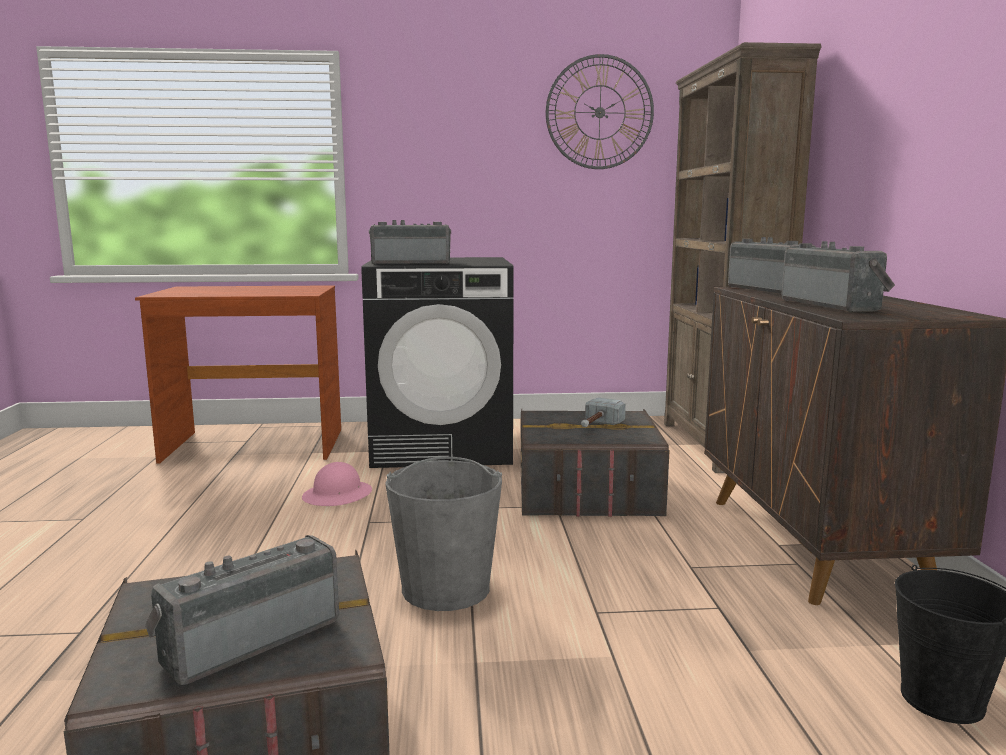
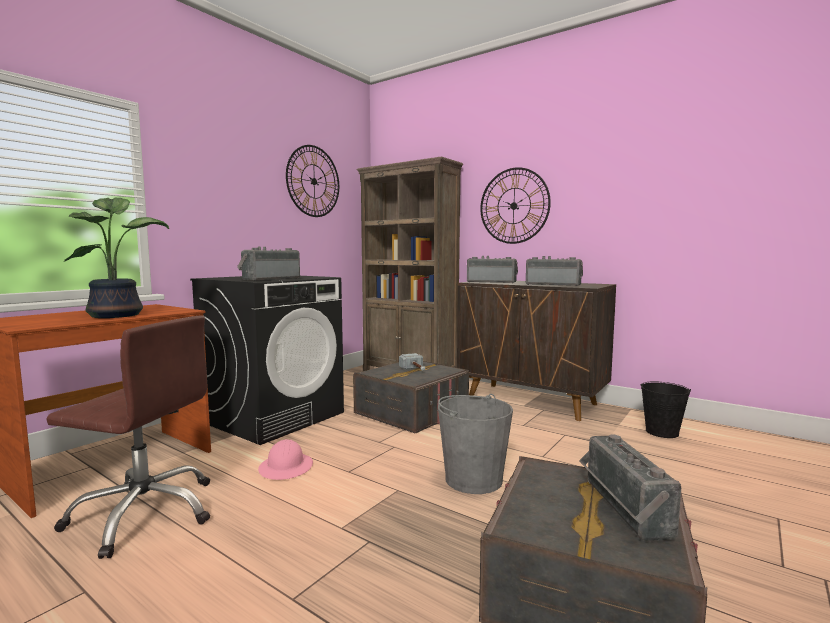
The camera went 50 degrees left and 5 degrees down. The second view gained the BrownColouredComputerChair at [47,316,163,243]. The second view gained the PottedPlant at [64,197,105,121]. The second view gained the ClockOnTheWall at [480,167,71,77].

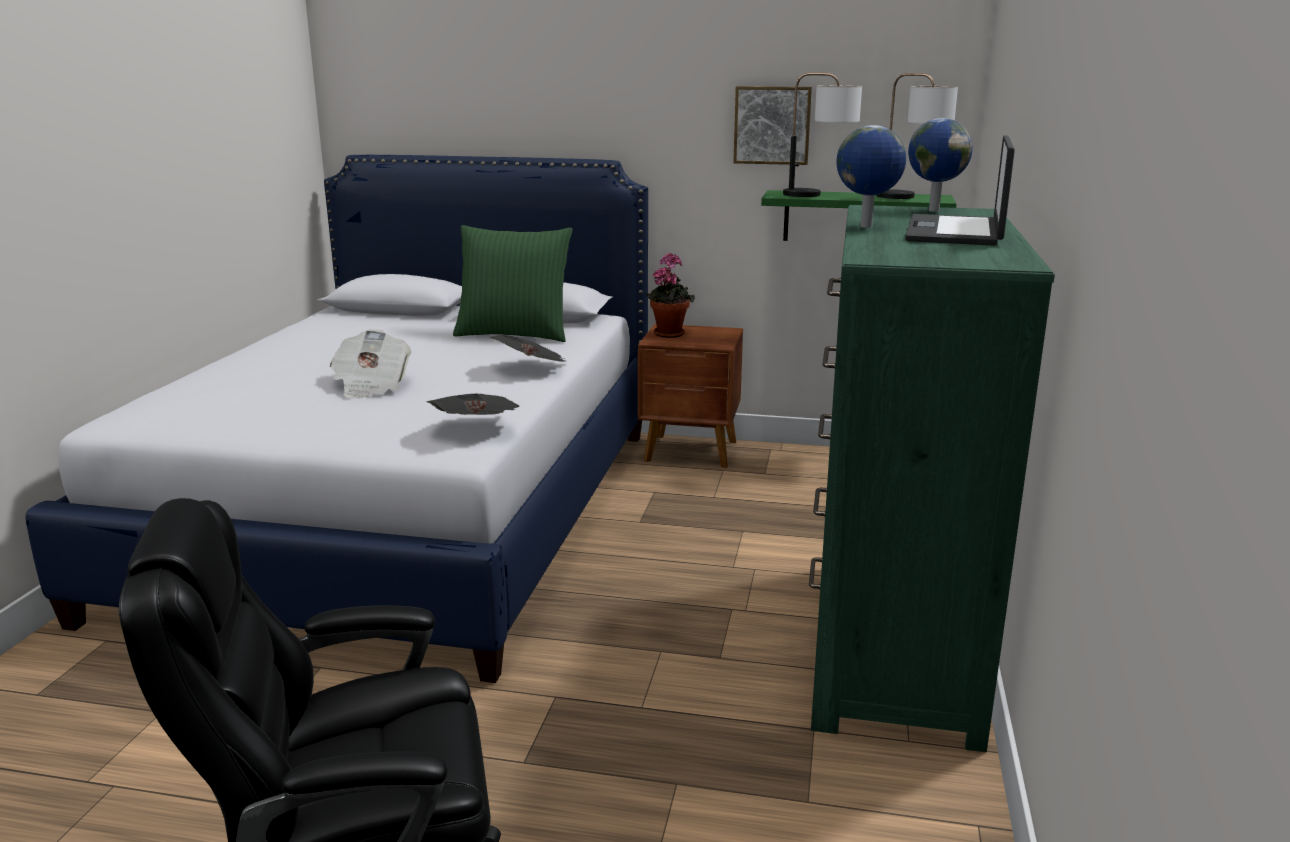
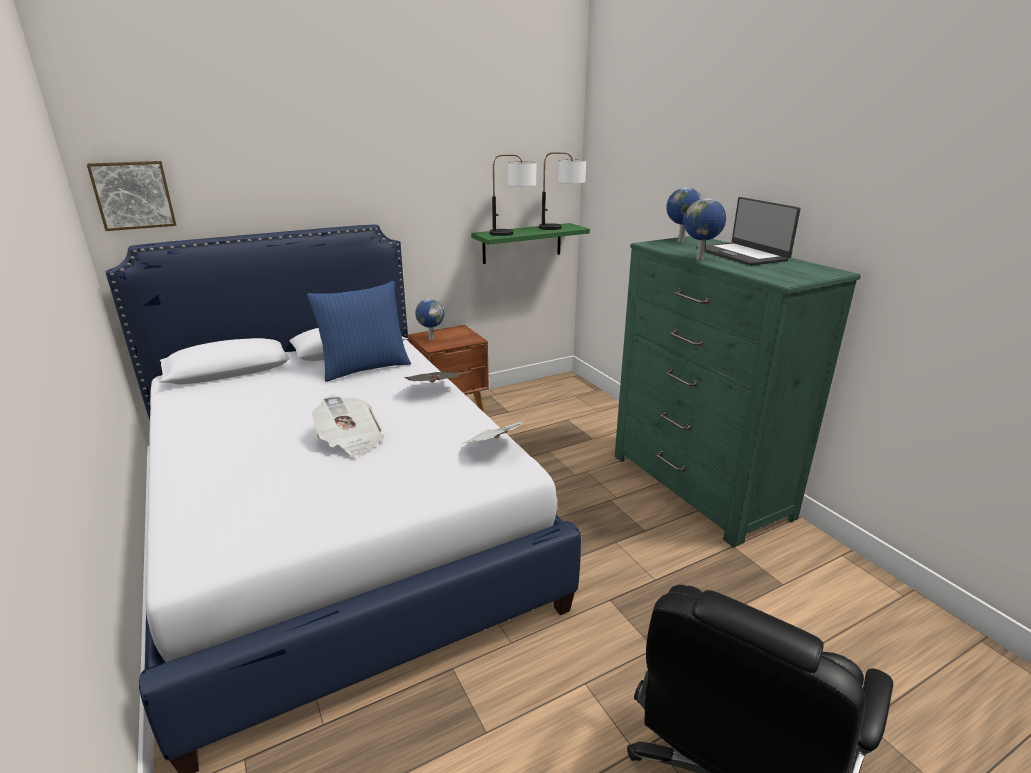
The camera went 40 degrees left and 5 degrees up. The WallArt ended up elsewhere, having gone from [733,86,79,79] to [87,161,89,70]. Where the PottedPlant stood at [646,253,49,85], the WorldGlobe came to stand at [415,299,29,41]. What was the GreenishCushion at [453,225,120,117] turned into the BluishCushion at [307,281,104,101].

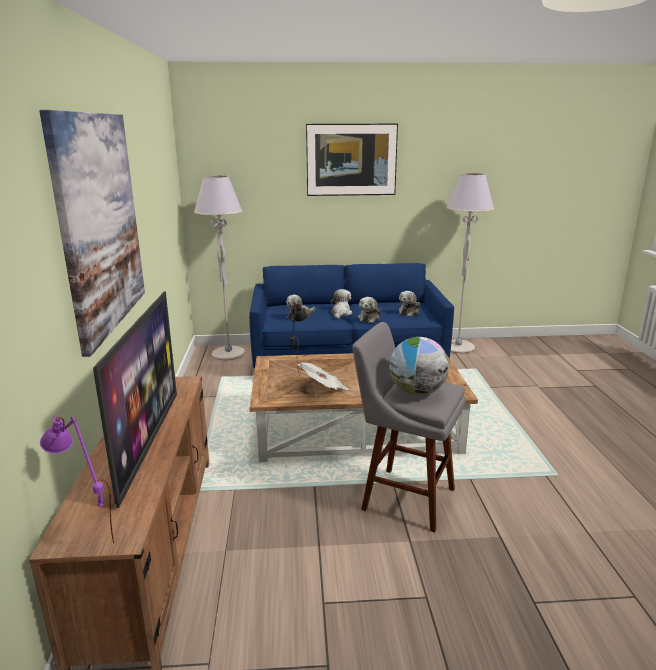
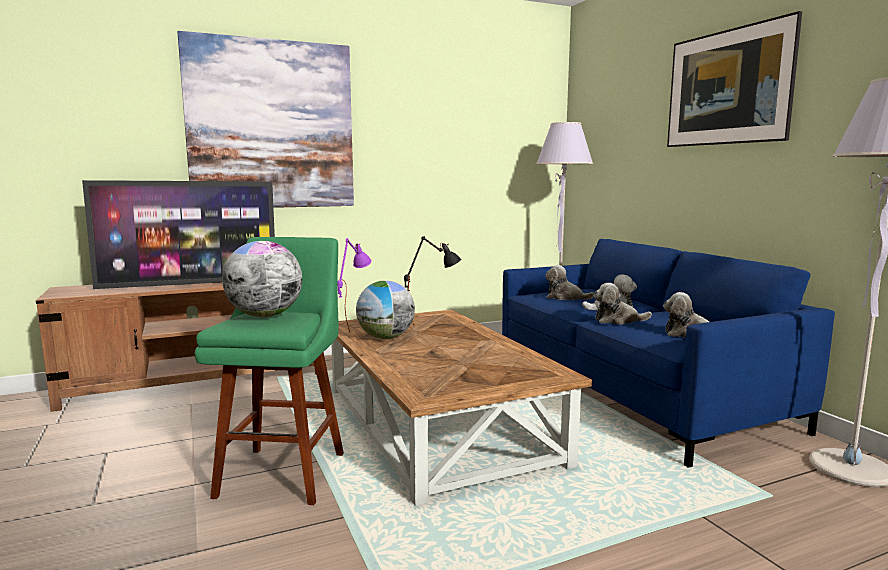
The camera went 70 degrees right and 10 degrees down. The PurplishTabletopLamp ended up elsewhere, having gone from [40,415,74,129] to [337,238,35,94]. Where the Newspaper stood at [297,362,52,28], the WorldGlobe came to stand at [356,280,59,59]. What was the GreyishSittingStool at [352,322,114,210] turned into the GreenishSittingStool at [195,237,149,268].

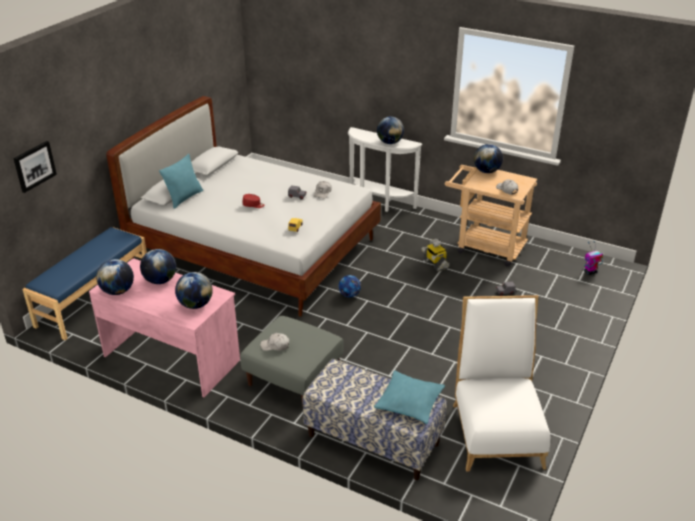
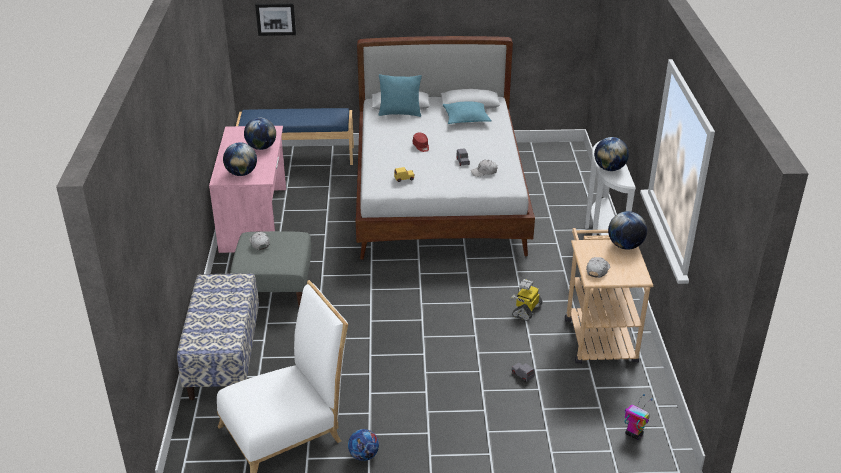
The camera went 60 degrees right and 0 degrees up. The second view lost the WorldGlobe at [96,259,38,36]. The BallForFootball ended up elsewhere, having gone from [339,275,22,23] to [348,429,31,32]. The TurquoiseColouredCushion ended up elsewhere, having gone from [374,370,71,54] to [443,101,48,23].

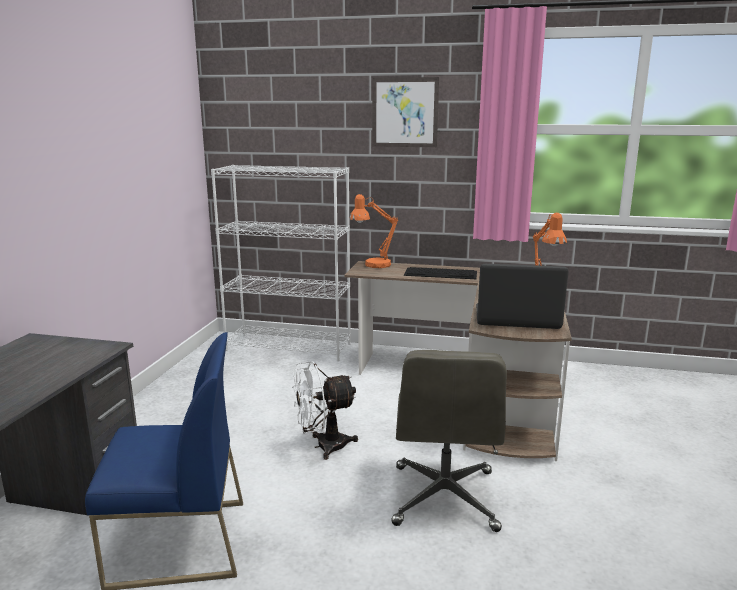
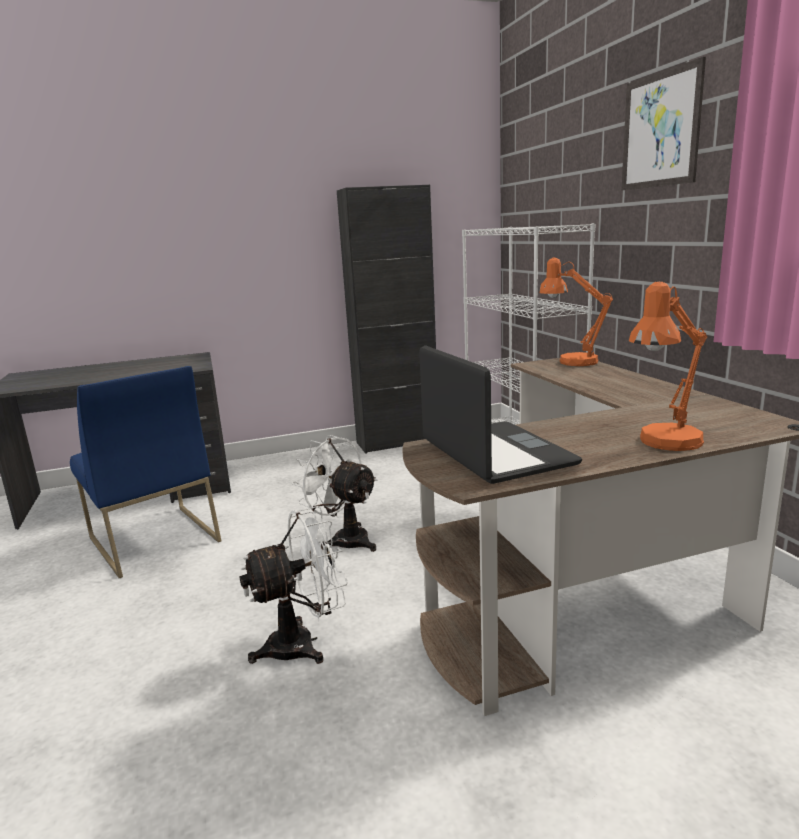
The camera went 60 degrees right and 0 degrees up. The second view lost the PcKeyboard at [404,267,73,12]. The second view gained the BlackStorageCabinet at [337,185,99,269]. Where the GreyishComputerChair stood at [391,350,116,182], the WhiteElectricFan came to stand at [239,506,109,158].

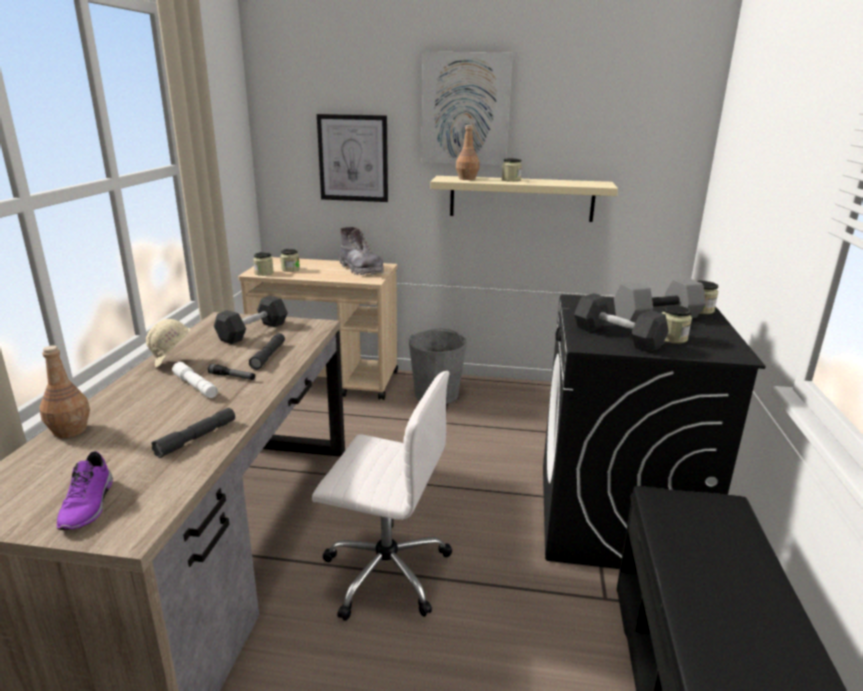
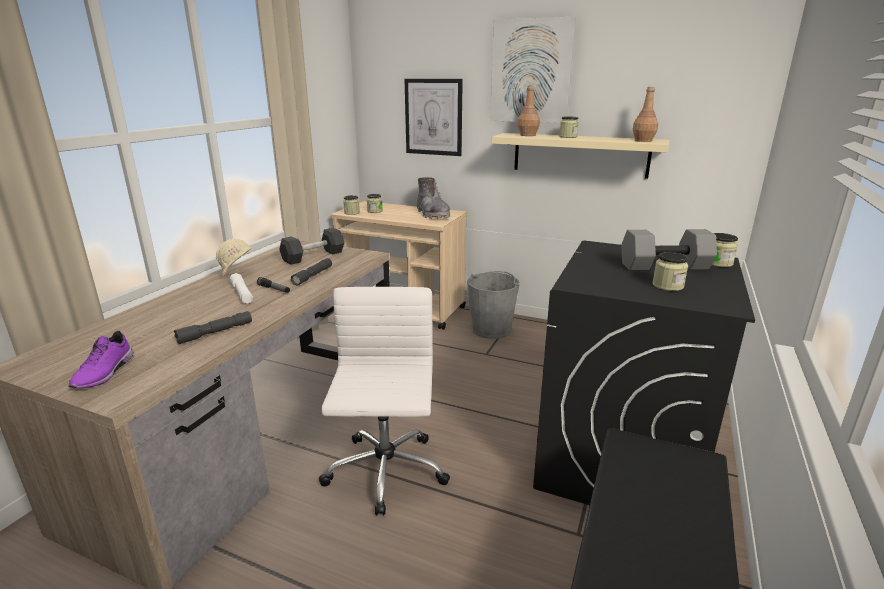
The camera went 15 degrees right and 0 degrees up. The second view lost the GreyishFreeWeight at [574,293,95,59]. The BrownColouredBottle ended up elsewhere, having gone from [40,345,50,93] to [633,86,25,56]. The WhiteComputerChair at [312,371,140,250] ended up facing another way, 120 degrees counterclockwise from before.

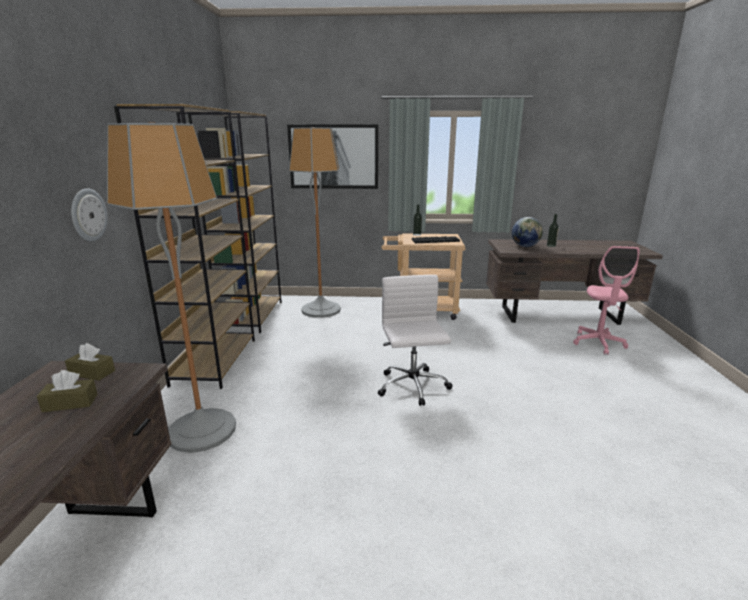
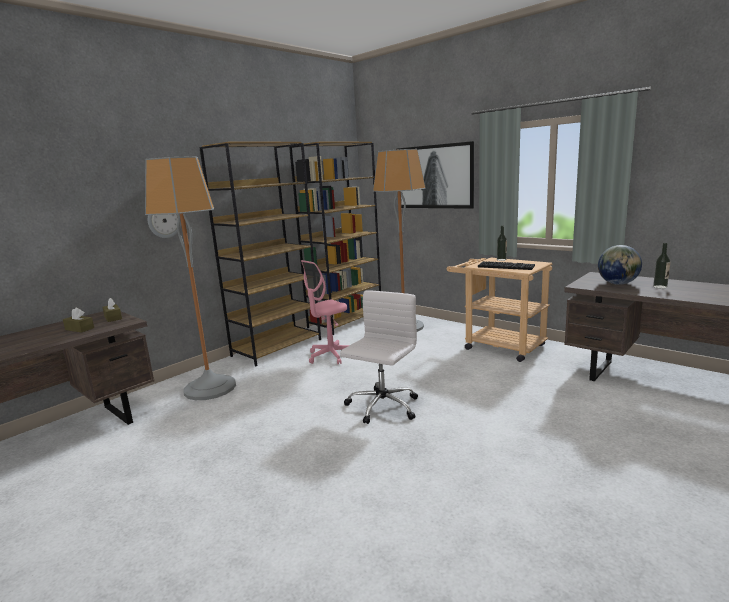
The camera went 40 degrees right and 5 degrees down. The PinkColouredComputerChair ended up elsewhere, having gone from [573,246,67,109] to [301,260,49,104].

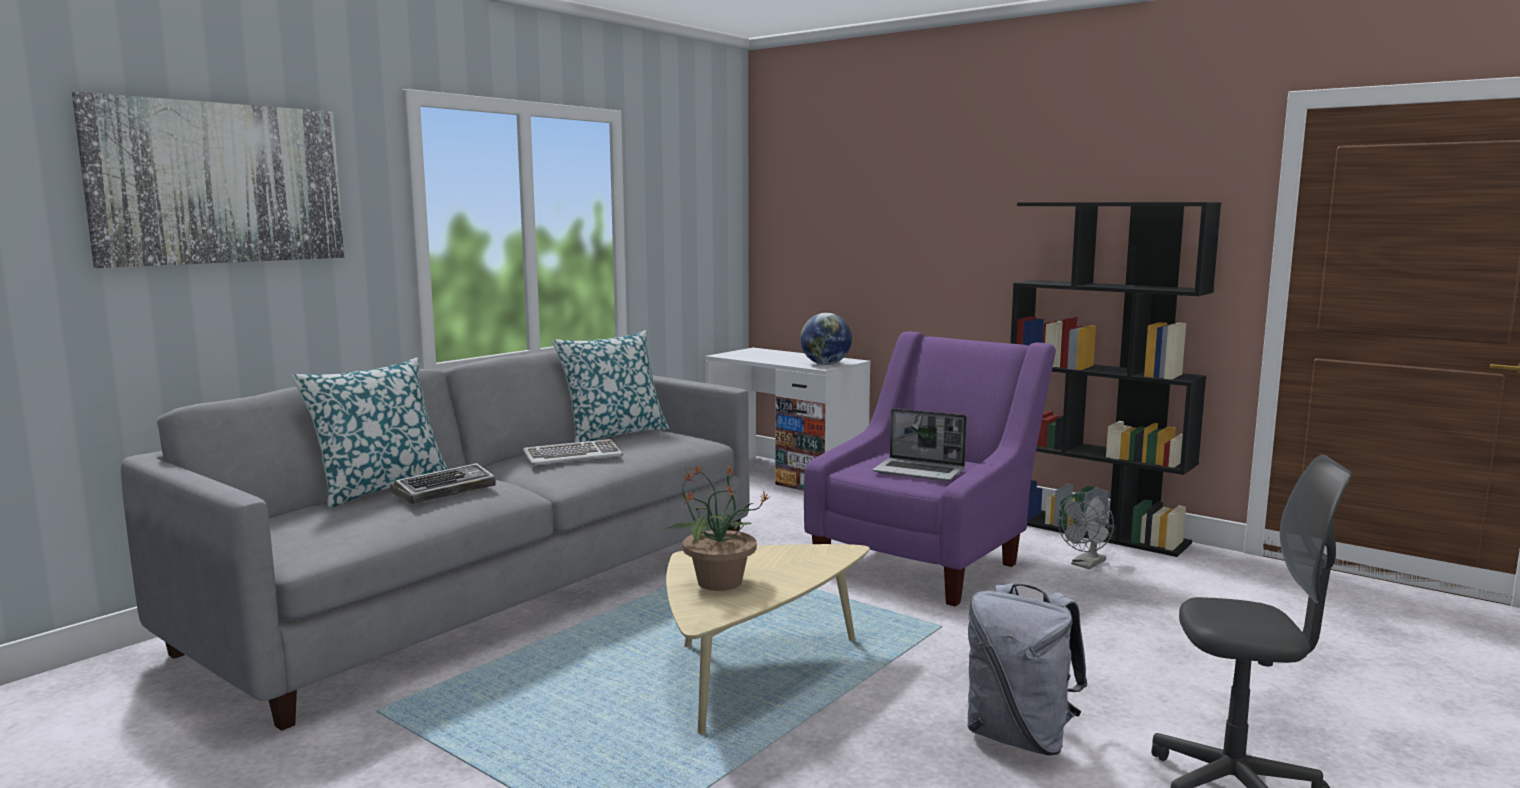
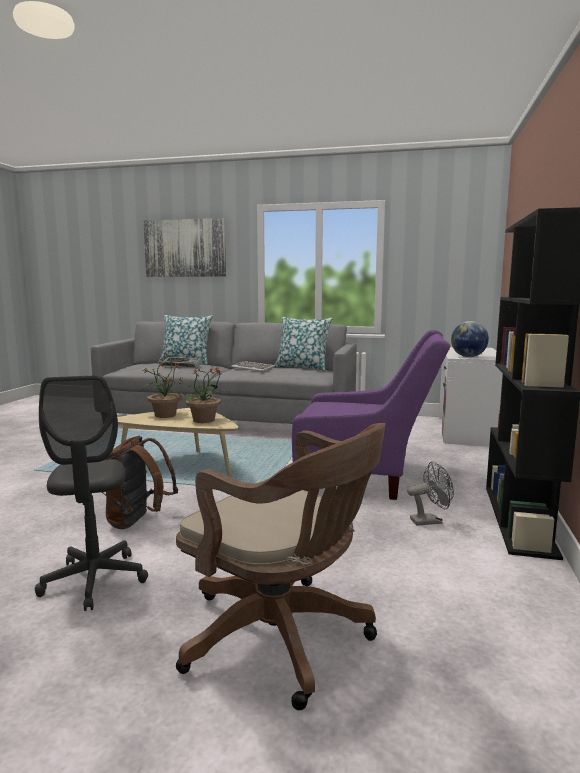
The camera went 65 degrees right and 0 degrees up. The second view lost the Laptop at [872,408,95,73]. The second view gained the BrownColouredComputerChair at [176,423,210,287]. The second view gained the PottedPlant at [179,367,51,56]. What was the GreyishBackpack at [967,583,120,173] turned into the BrownColouredBackpack at [105,436,73,93]. The GreyishElectricFan at [1057,492,57,77] ended up facing another way, 150 degrees clockwise from before.

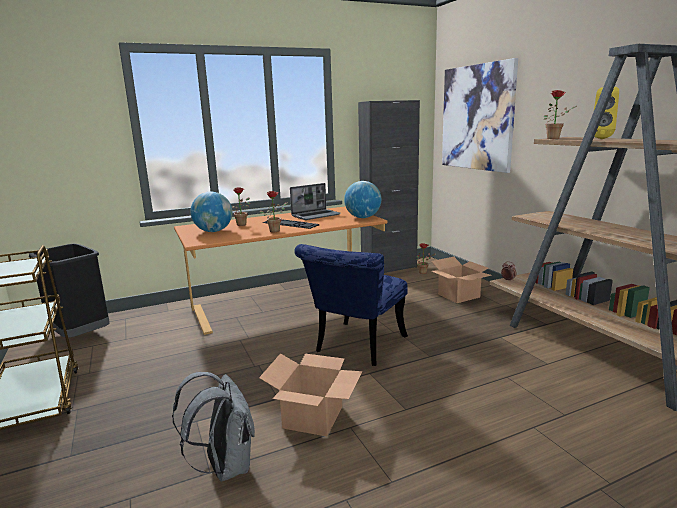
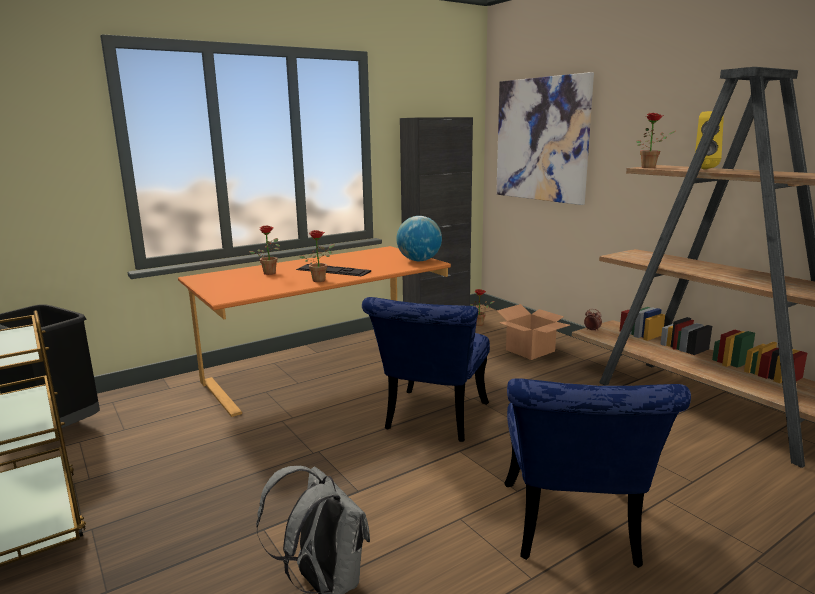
The camera went 10 degrees left and 0 degrees up. The second view lost the WorldGlobe at [191,192,41,40]. The second view lost the PackingBox at [259,353,104,84]. The second view lost the Laptop at [290,183,51,37]. The second view gained the BluishPlainChair at [504,378,187,190].

